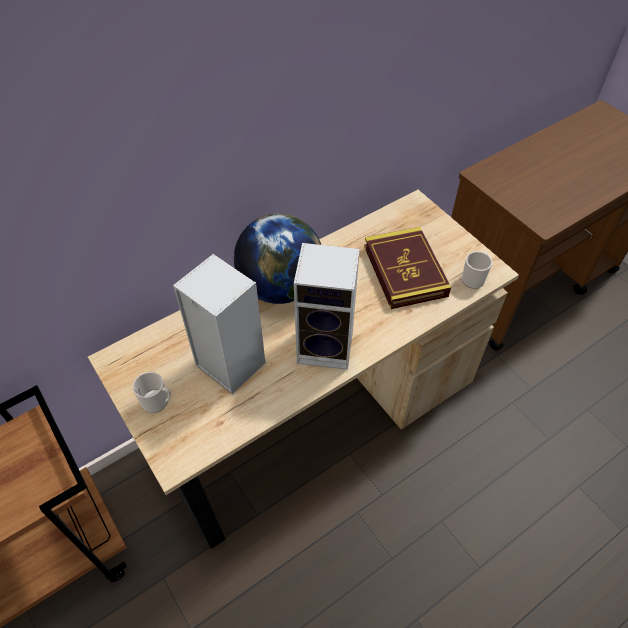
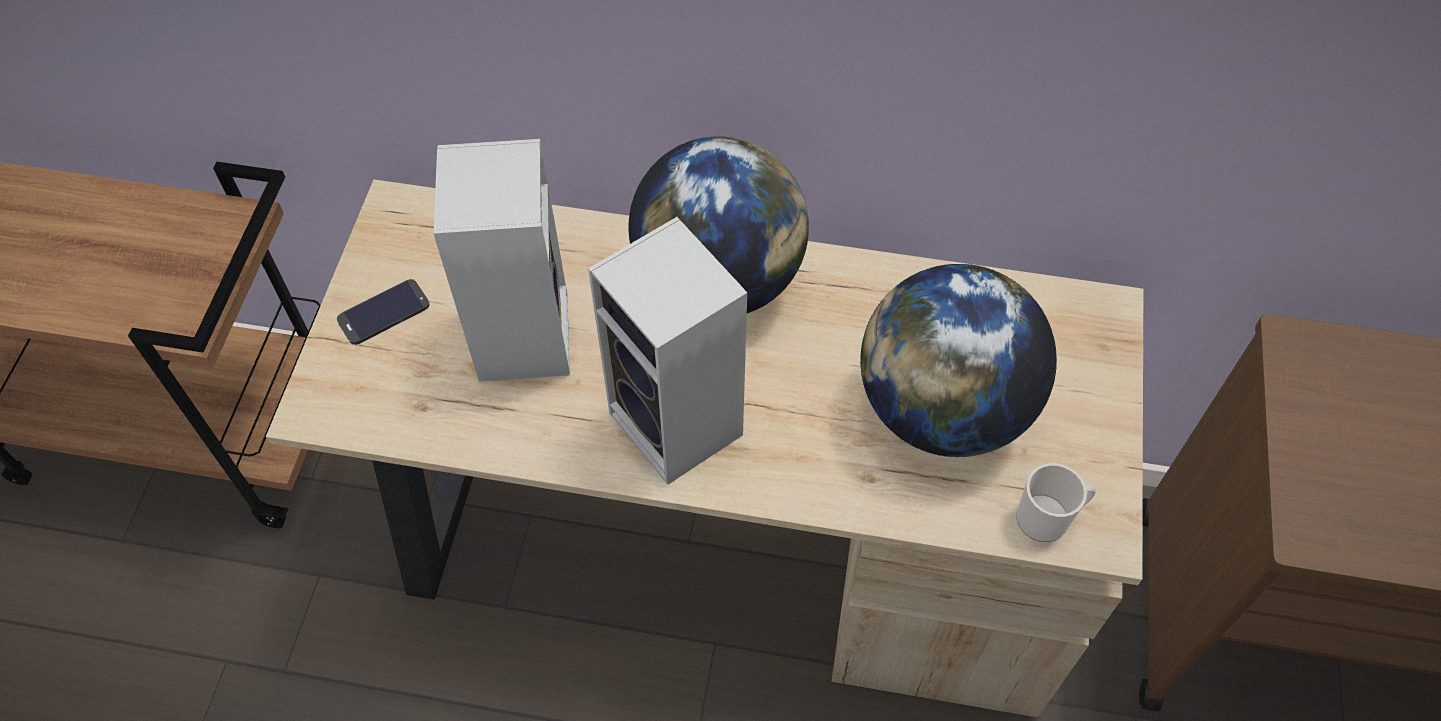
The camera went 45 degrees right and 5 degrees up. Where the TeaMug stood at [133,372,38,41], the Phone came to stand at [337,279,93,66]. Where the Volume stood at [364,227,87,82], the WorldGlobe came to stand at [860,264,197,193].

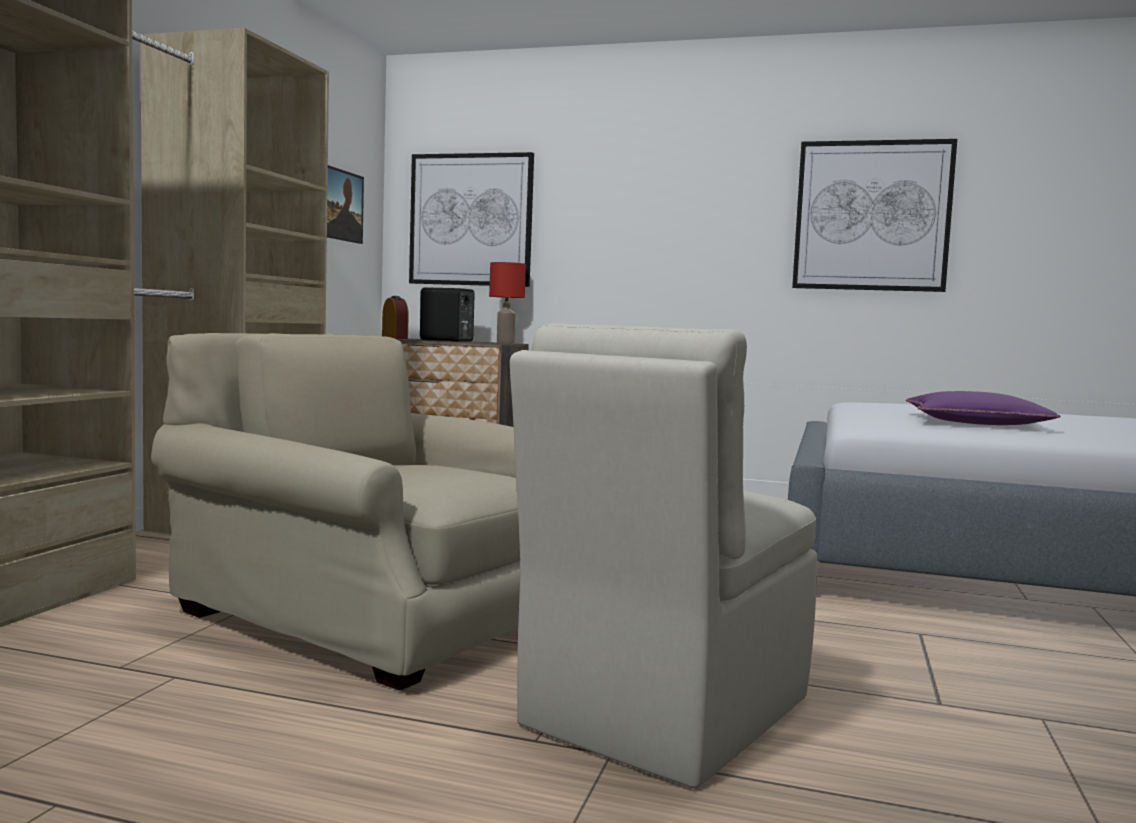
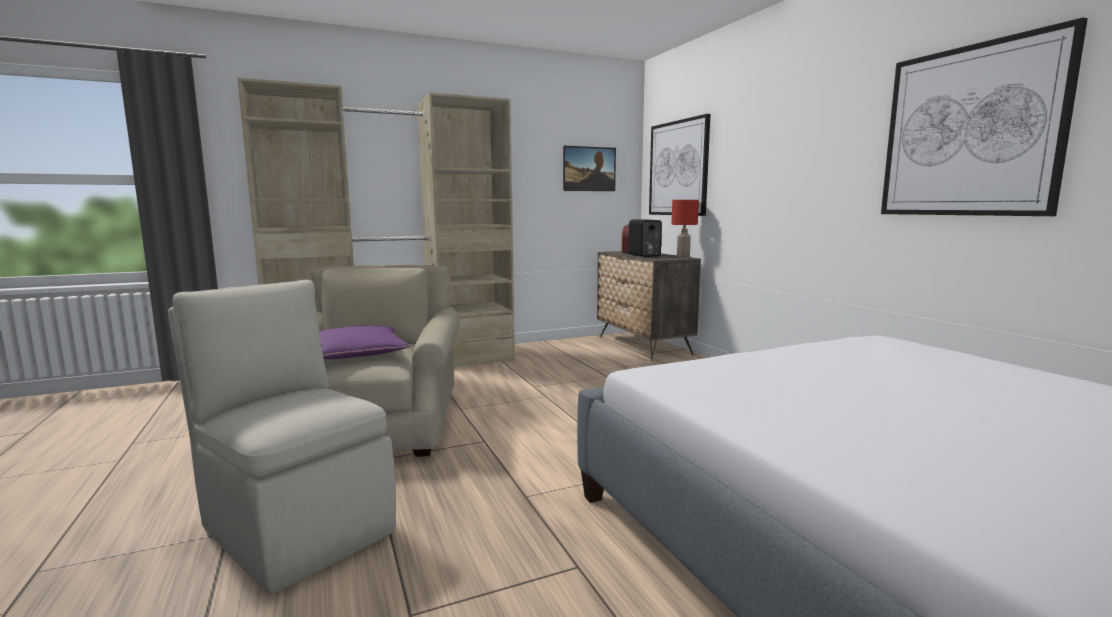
The camera went 50 degrees right and 5 degrees up. The PurplishCushion ended up elsewhere, having gone from [906,391,155,34] to [320,325,90,34]. The BeigePlainChair at [510,323,308,465] ended up facing another way, 45 degrees clockwise from before.

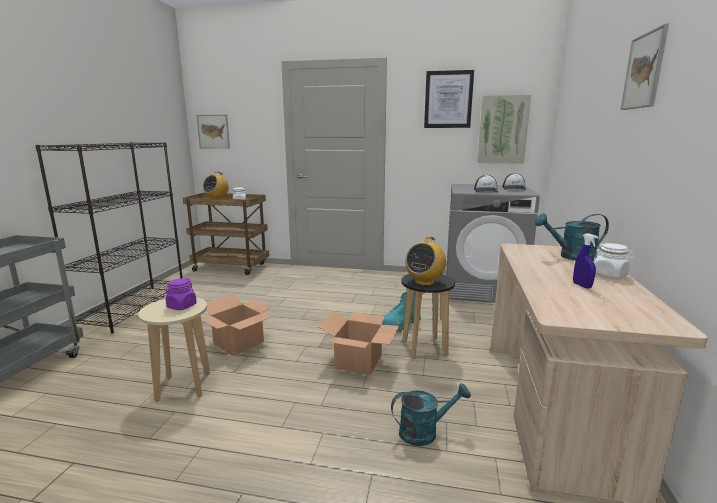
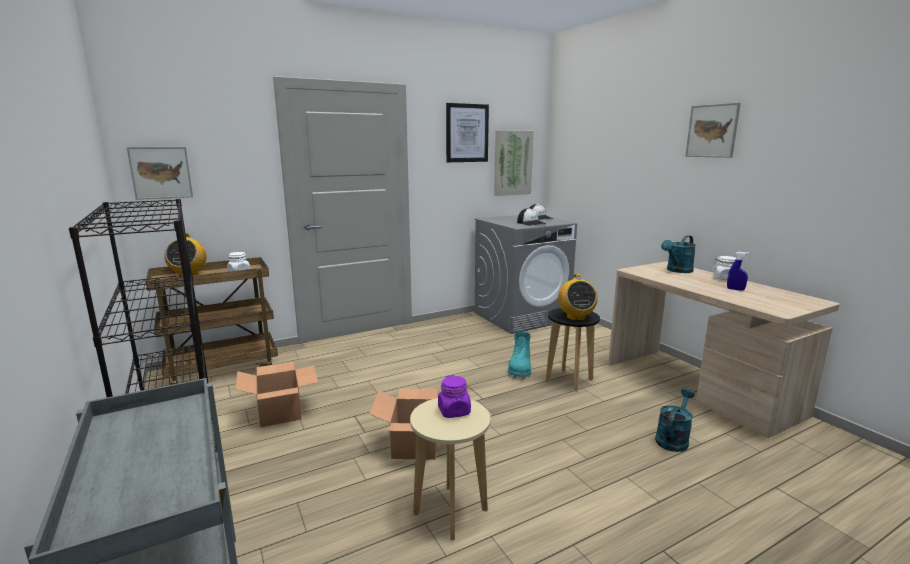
The camera went 40 degrees left and 0 degrees up. The PackingBox ended up elsewhere, having gone from [318,311,81,64] to [236,362,82,65].

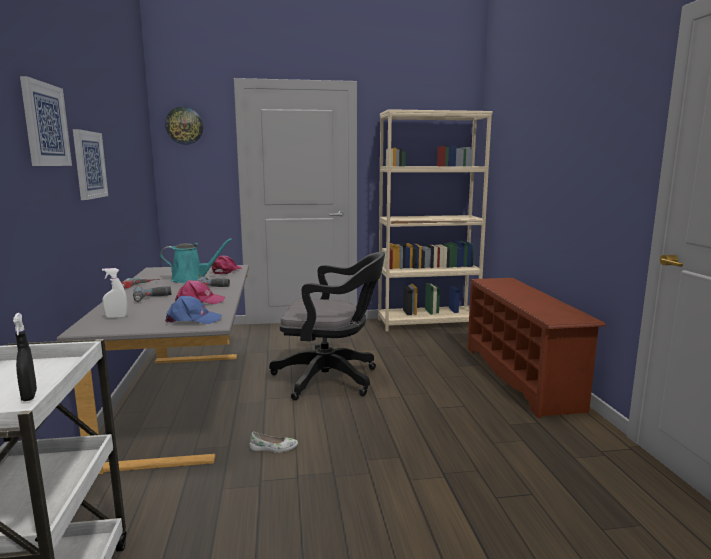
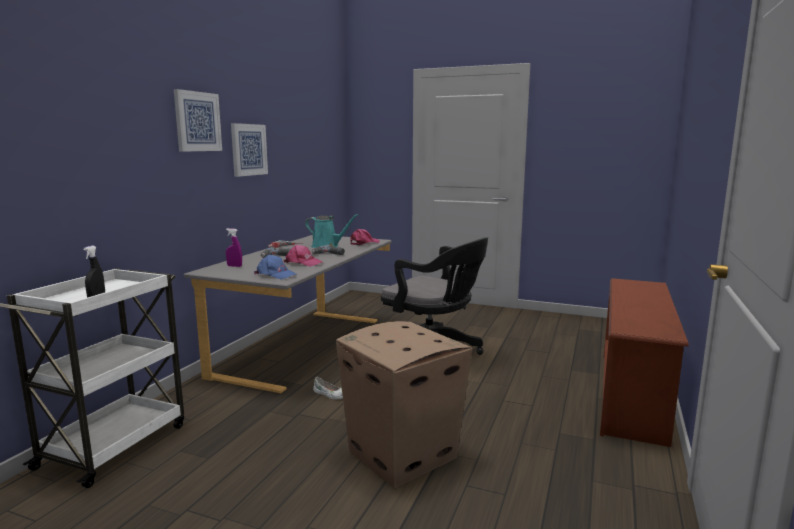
The camera went 30 degrees right and 0 degrees up. The second view lost the ClockOnTheWall at [165,107,38,38]. The second view lost the BeigeShelvingUnit at [378,109,115,223]. The second view gained the PackingBox at [336,321,137,167]. What was the WhiteSprayBottle at [102,268,26,50] turned into the PurplishSprayBottle at [226,228,16,39].

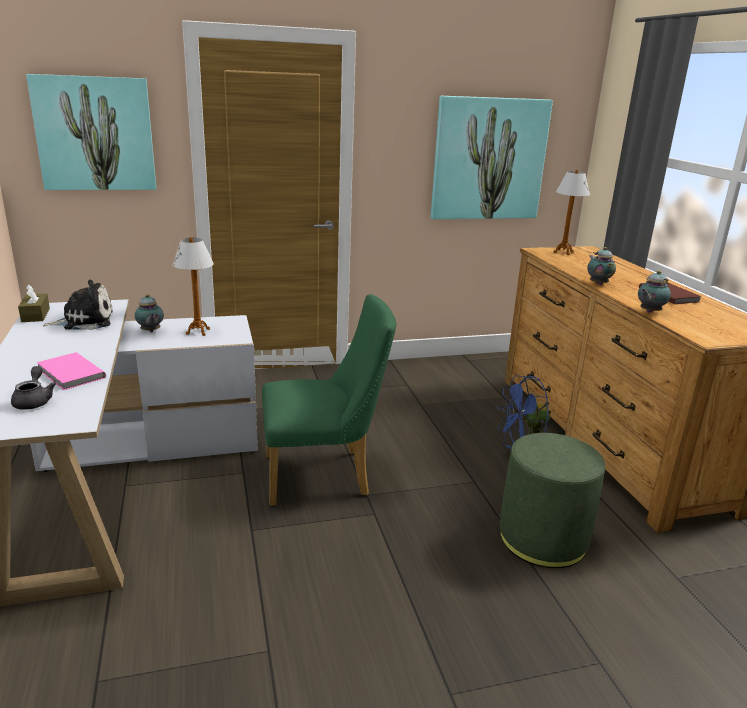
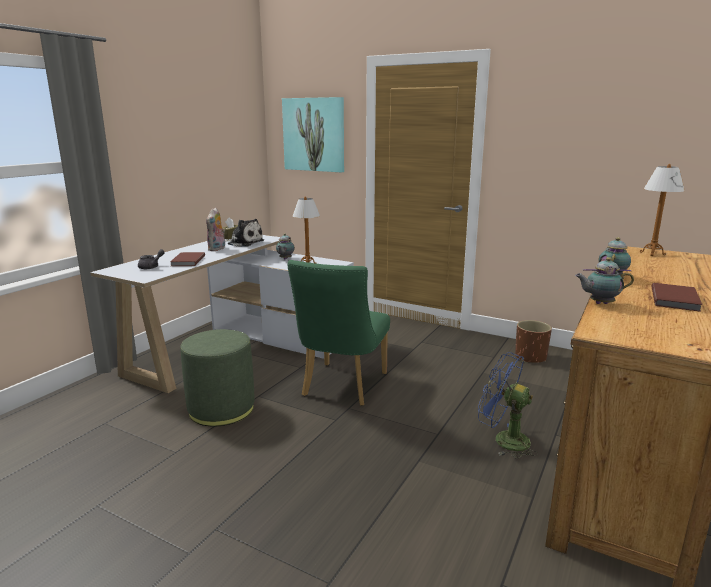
The camera went 45 degrees right and 5 degrees down. The second view lost the WallArt at [431,96,122,123]. The second view gained the CuddlyToy at [206,208,19,43]. The second view gained the BrownColouredPlantPot at [515,320,37,43]. The GreenishPouffe ended up elsewhere, having gone from [500,433,105,135] to [180,329,75,97]. What was the PinkColouredVolume at [36,352,70,38] turned into the BrownColouredVolume at [170,252,35,14]. The GreenishPlainChair at [262,294,134,212] ended up facing another way, 75 degrees clockwise from before.

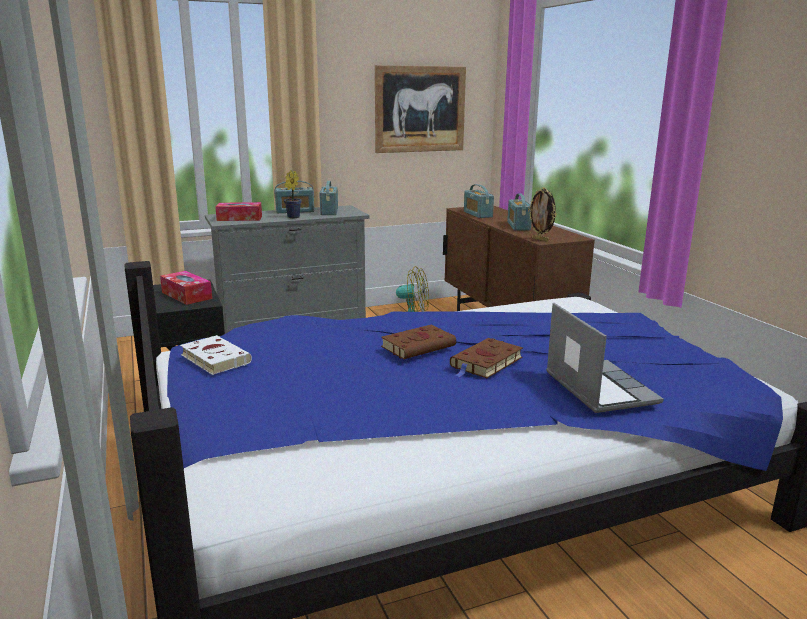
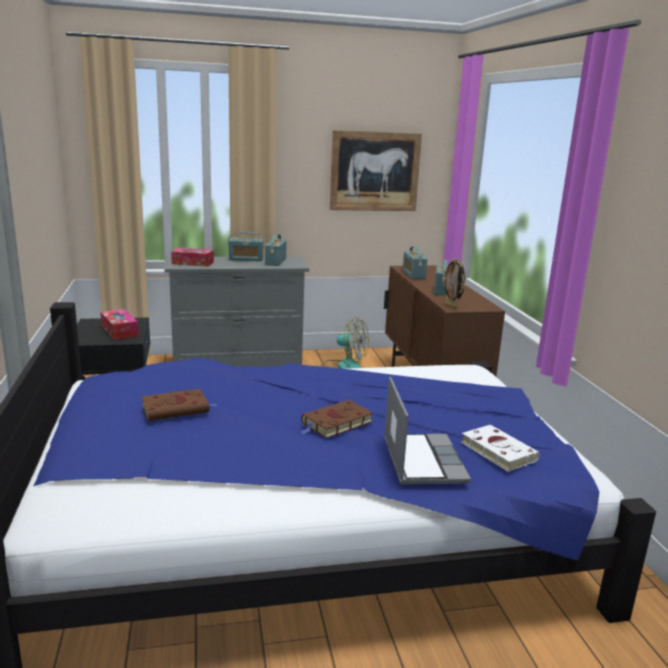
The camera went 10 degrees right and 0 degrees up. The second view lost the PottedPlant at [284,170,18,48]. The WhiteVolume ended up elsewhere, having gone from [180,335,72,40] to [461,425,78,47]. The BrownColouredVolume ended up elsewhere, having gone from [381,325,75,34] to [142,389,75,32].

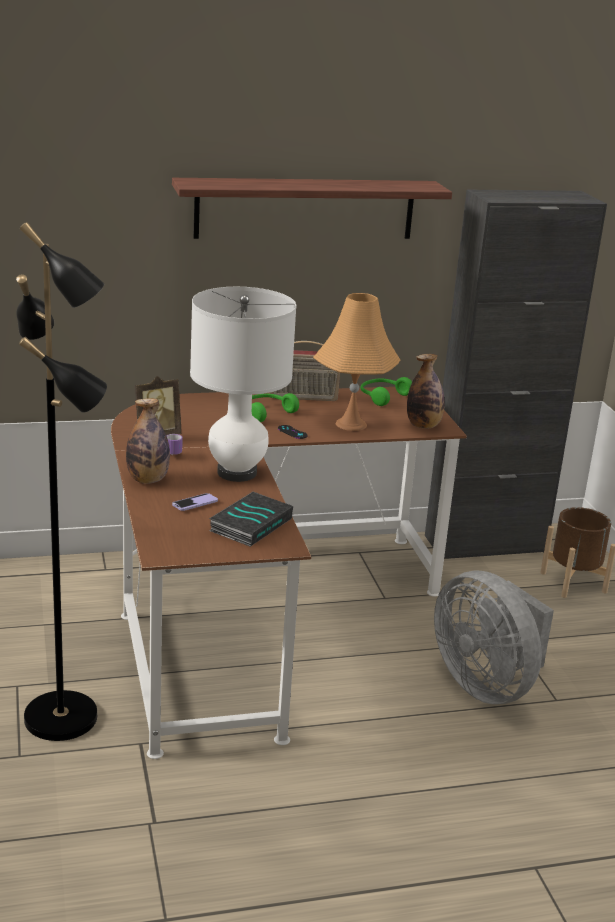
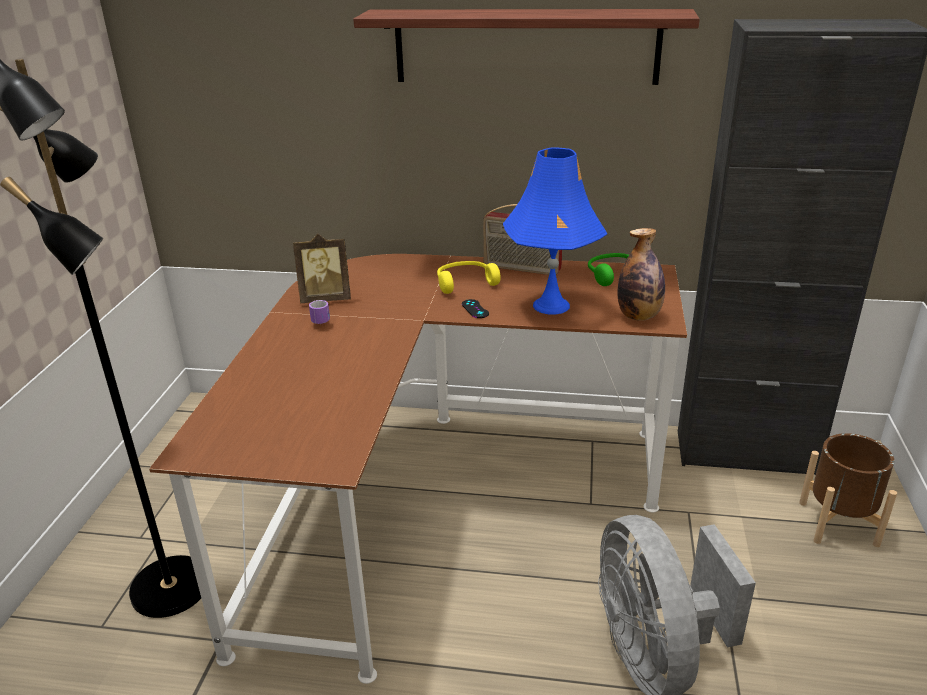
The camera went 25 degrees right and 5 degrees up. The second view lost the Bottle at [126,398,44,86]. The second view lost the Phone at [172,493,46,18]. The second view lost the WhiteTabletopLamp at [190,287,107,195]. The second view lost the Volume at [209,492,84,55]. What was the GreenishPairOfHeadphones at [252,393,47,29] turned into the YellowColouredPairOfHeadphones at [437,261,64,33]. What was the OrangeTabletopLamp at [313,293,87,138] turned into the BluishTabletopLamp at [503,148,105,167].

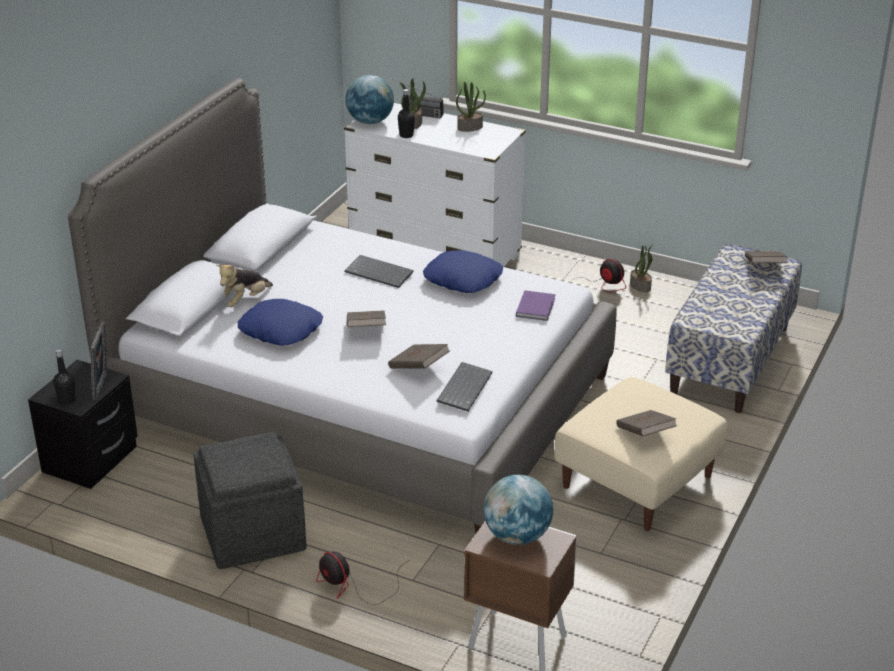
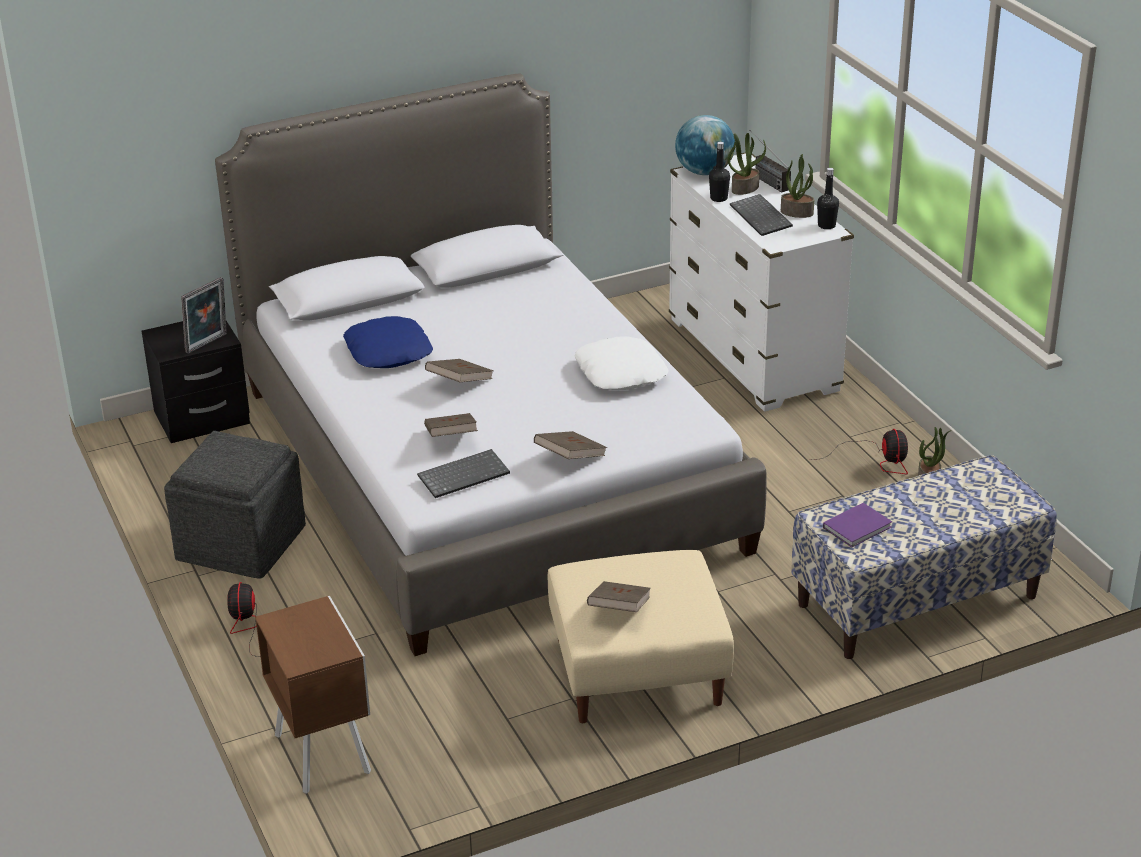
The camera went 40 degrees right and 0 degrees up. The second view lost the CuddlyToy at [217,264,56,43]. The second view lost the WorldGlobe at [483,475,70,70]. The BlackBottle ended up elsewhere, having gone from [53,349,23,56] to [817,168,22,61]. The PcKeyboard ended up elsewhere, having gone from [344,255,70,33] to [730,194,63,42]. The PurplishVolume ended up elsewhere, having gone from [516,290,39,31] to [823,503,69,44]. The BrownColouredVolume ended up elsewhere, having gone from [745,251,42,12] to [534,431,73,28]. What was the BluishCushion at [423,250,80,43] turned into the WhiteCushion at [574,336,94,54].

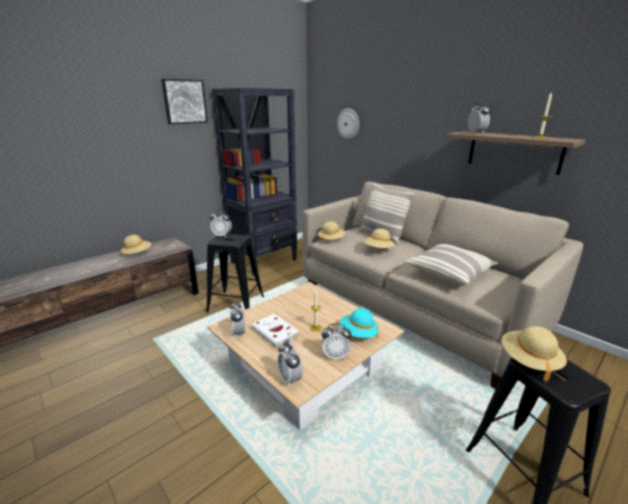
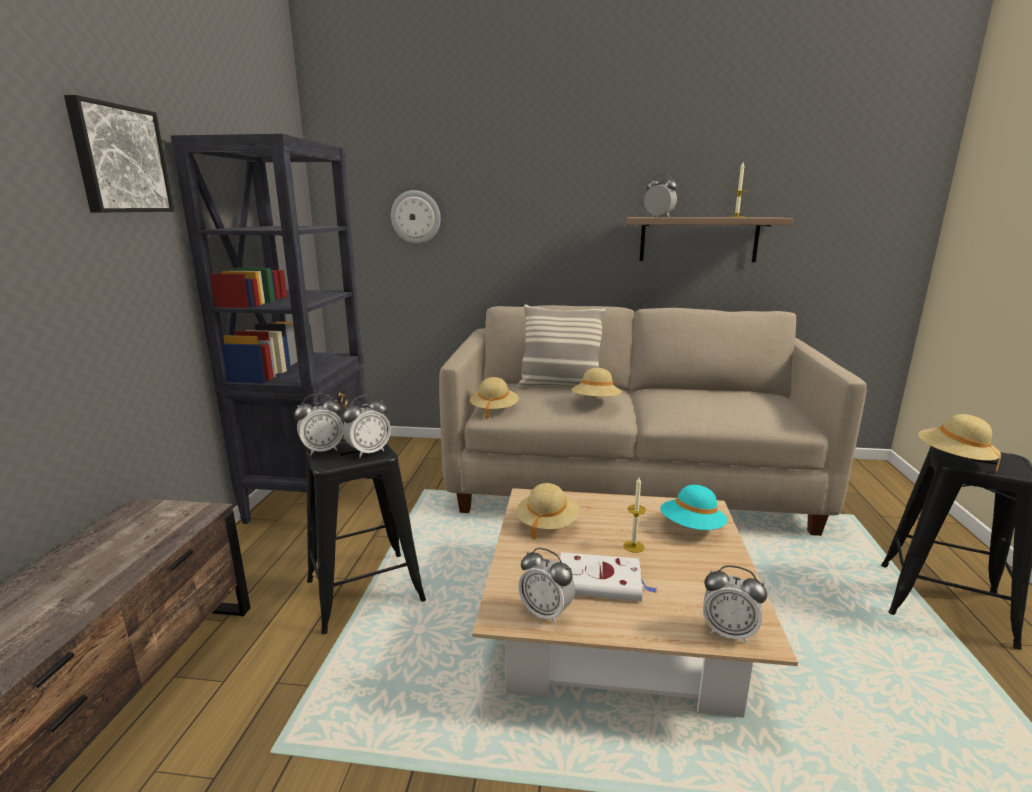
The camera went 40 degrees left and 5 degrees down. The second view lost the Cushion at [405,244,93,41]. The BeigeHat ended up elsewhere, having gone from [120,235,31,21] to [516,483,64,57]. The BedsideClock ended up elsewhere, having gone from [322,323,29,36] to [343,395,48,63].

